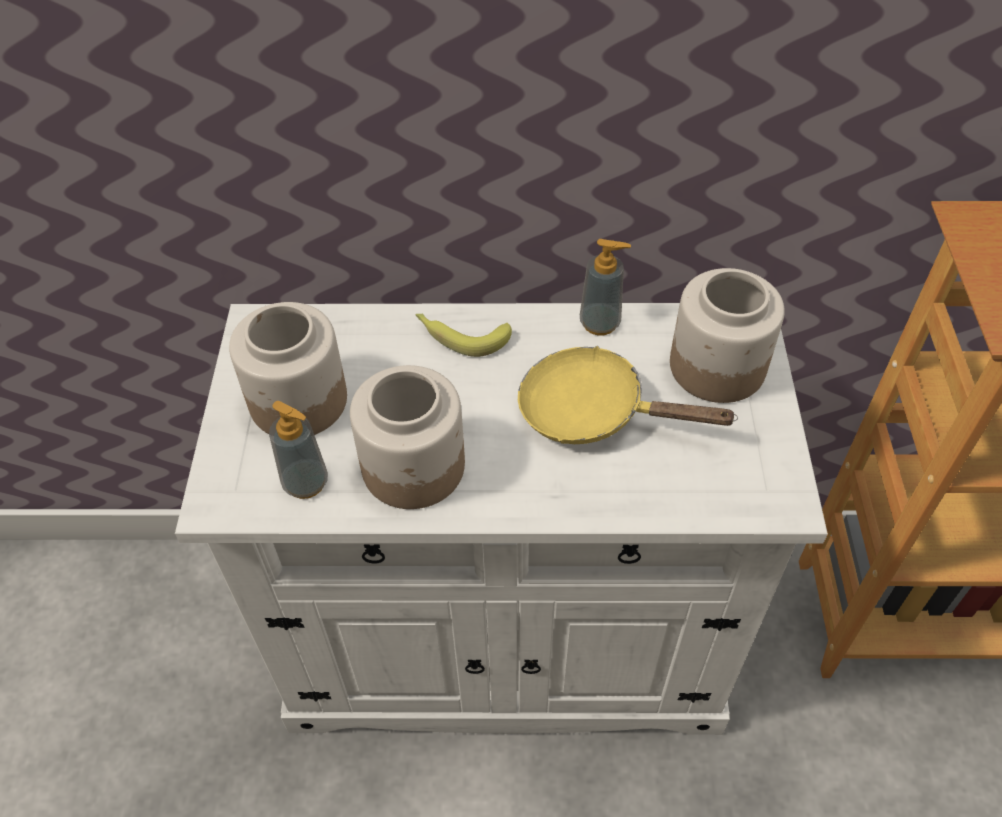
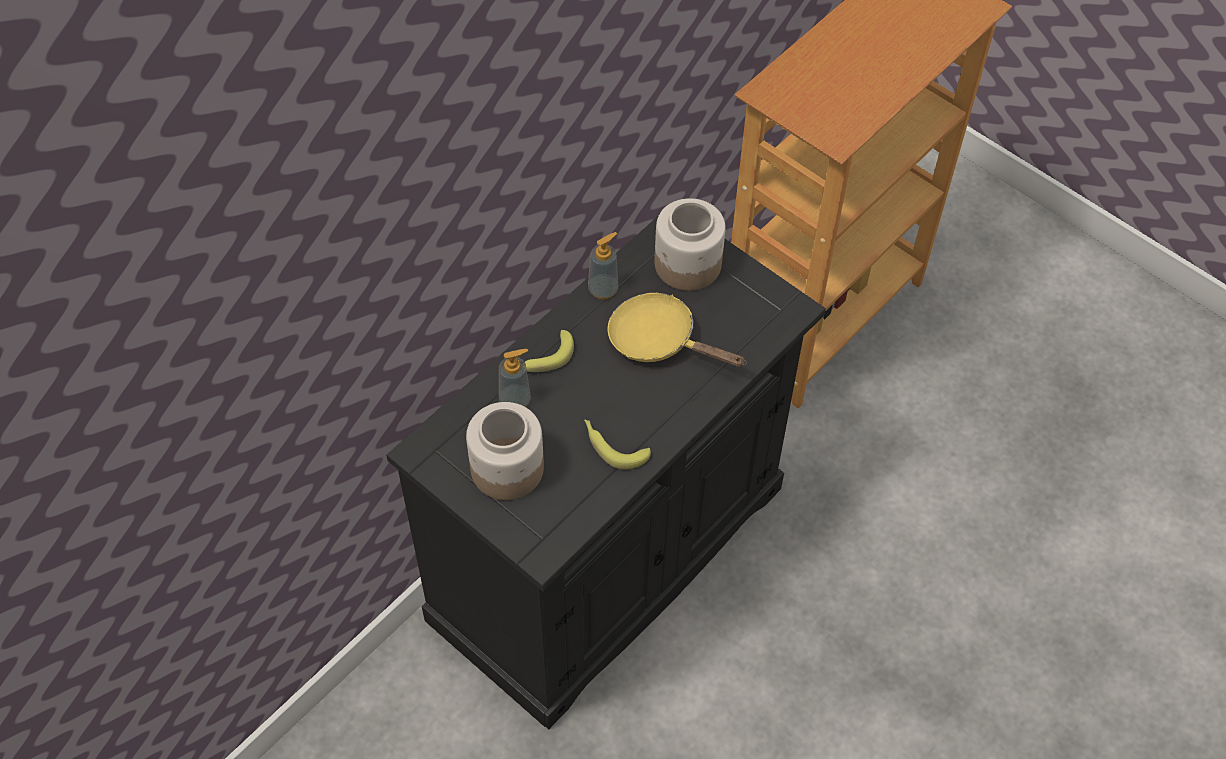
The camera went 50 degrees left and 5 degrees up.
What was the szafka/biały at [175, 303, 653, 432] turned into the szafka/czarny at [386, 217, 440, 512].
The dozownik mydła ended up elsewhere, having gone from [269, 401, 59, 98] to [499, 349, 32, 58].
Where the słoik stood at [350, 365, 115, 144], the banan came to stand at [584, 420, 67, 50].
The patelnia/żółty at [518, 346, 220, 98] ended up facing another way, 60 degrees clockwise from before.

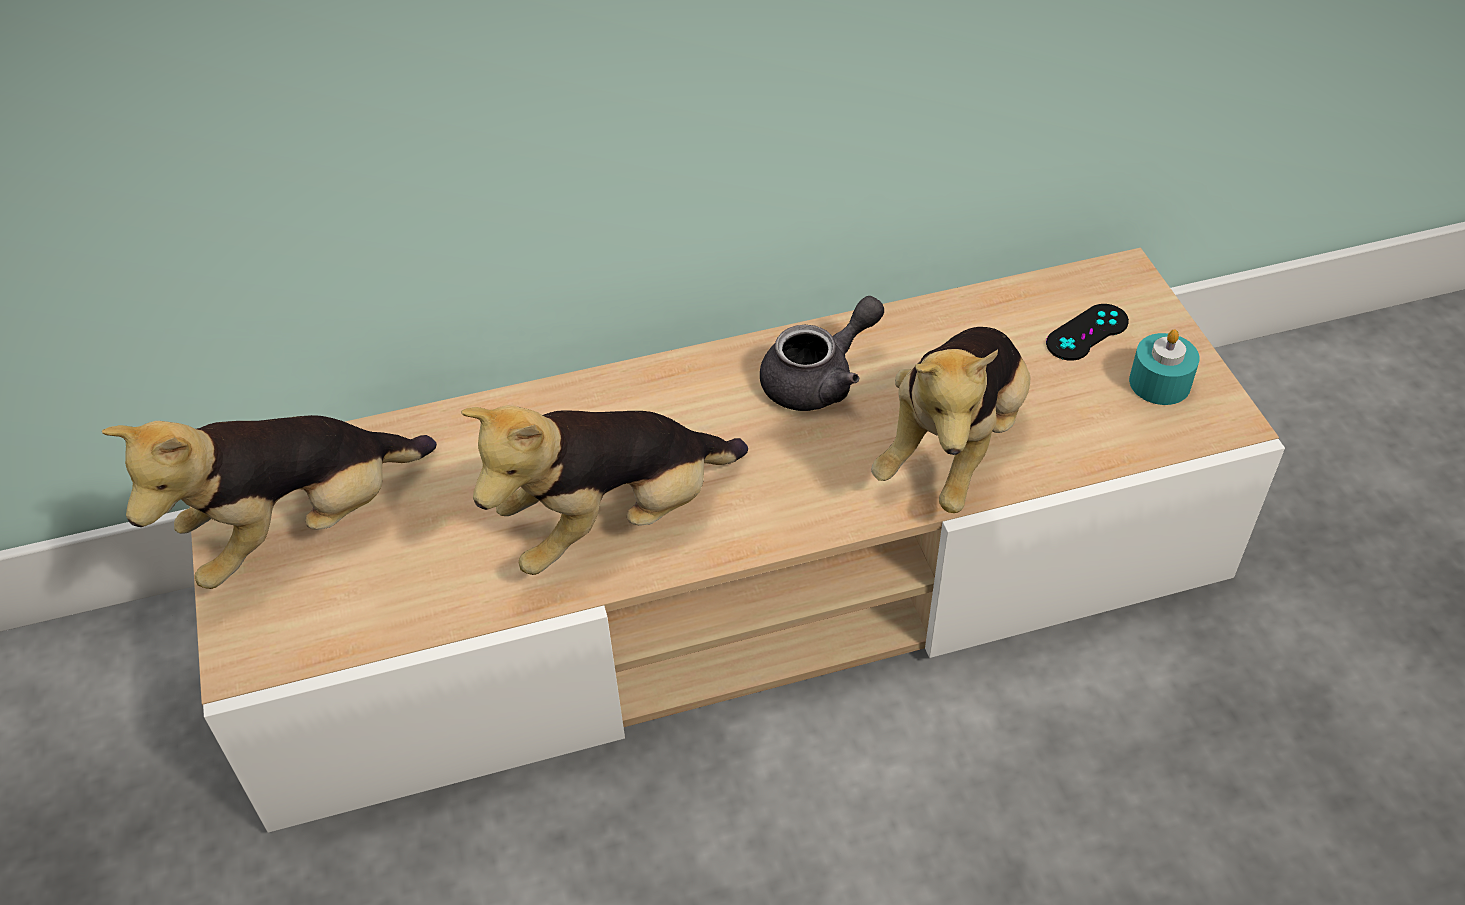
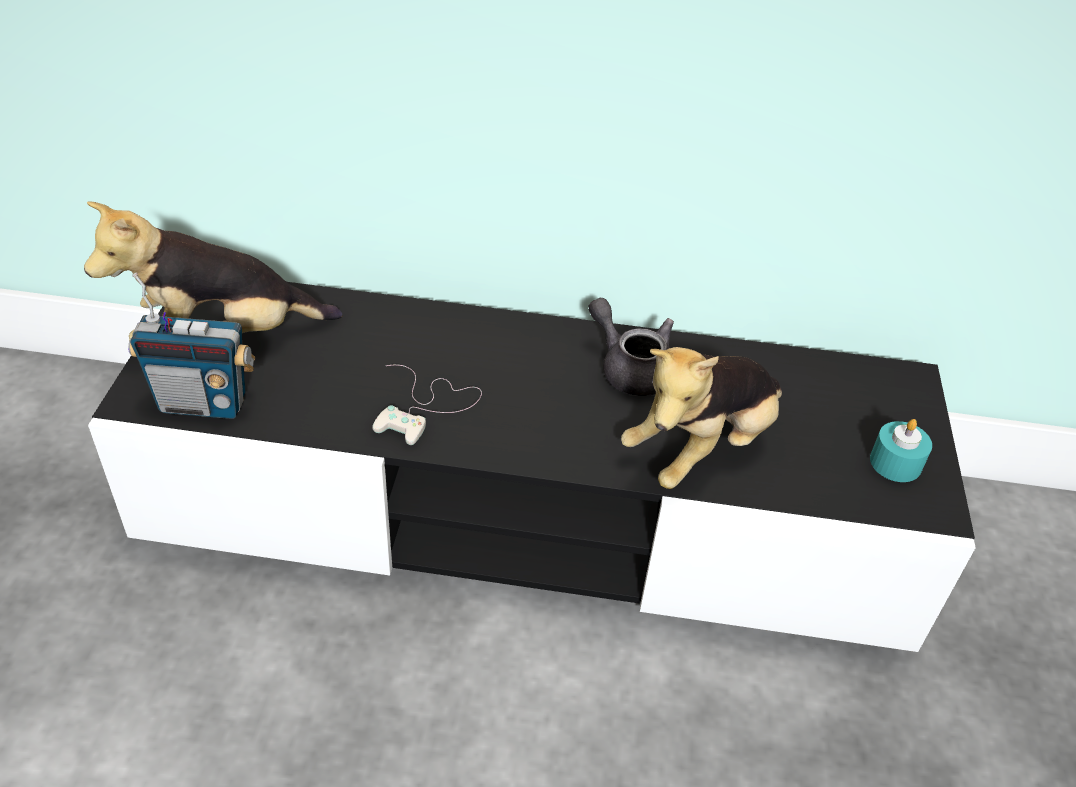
The camera went 20 degrees right and 5 degrees down.
What was the szafka pod telewizor/beżowy at [190, 248, 1095, 585] turned into the szafka pod telewizor/czarny at [88, 282, 888, 370].
Where the pluszak stood at [461, 405, 287, 170], the pad do gier/biały came to stand at [372, 365, 110, 80].
The imbryk/szary at [760, 296, 124, 115] ended up facing another way, 120 degrees counterclockwise from before.
The second view lost the pad do gier/czarny at [1046, 304, 83, 56].
The second view gained the radio at [128, 272, 127, 147].

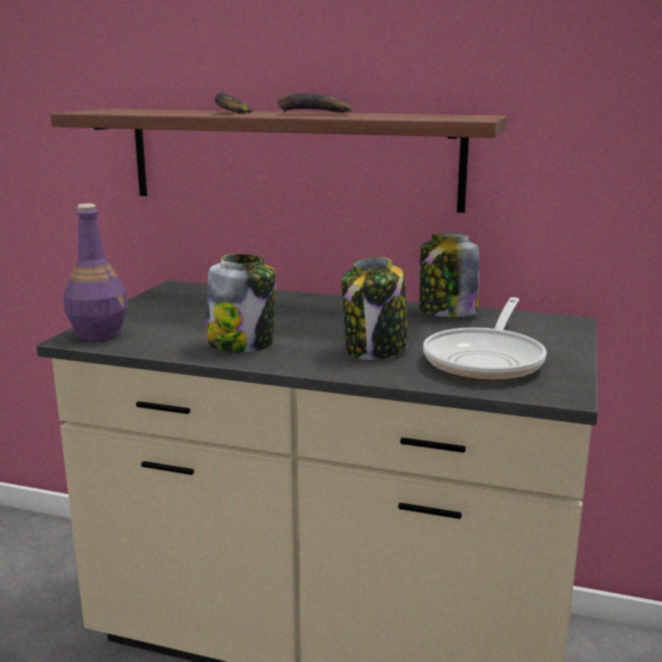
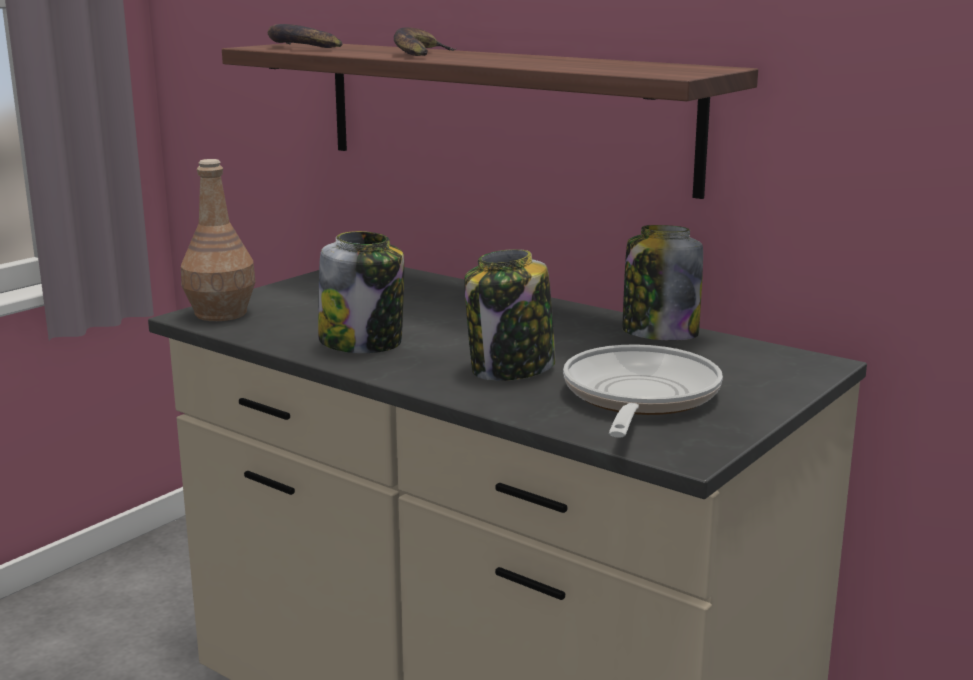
The camera went 20 degrees right and 0 degrees up.
What was the butelka/fioletowy at [63, 204, 65, 137] turned into the butelka/brązowy at [181, 159, 74, 162].
The banan ended up elsewhere, having gone from [277, 93, 75, 20] to [268, 24, 74, 24].
The patelnia at [423, 297, 124, 84] ended up facing another way, 150 degrees clockwise from before.

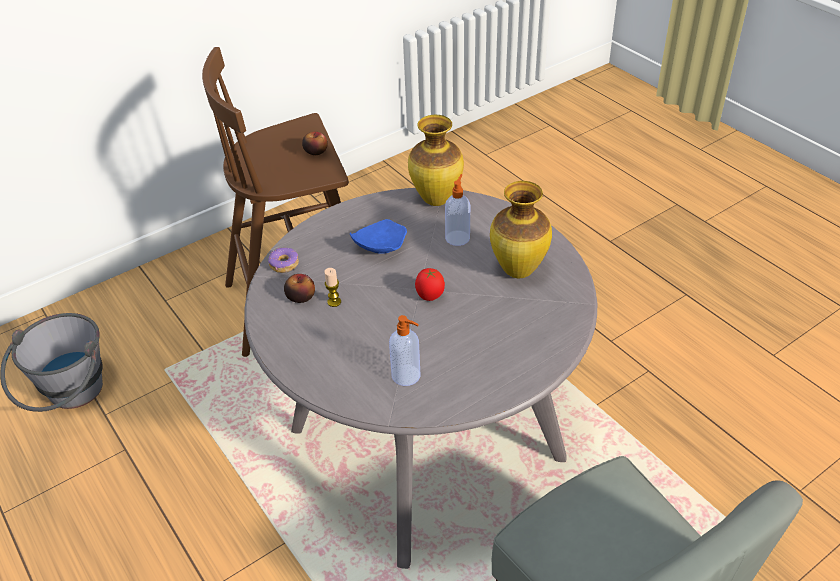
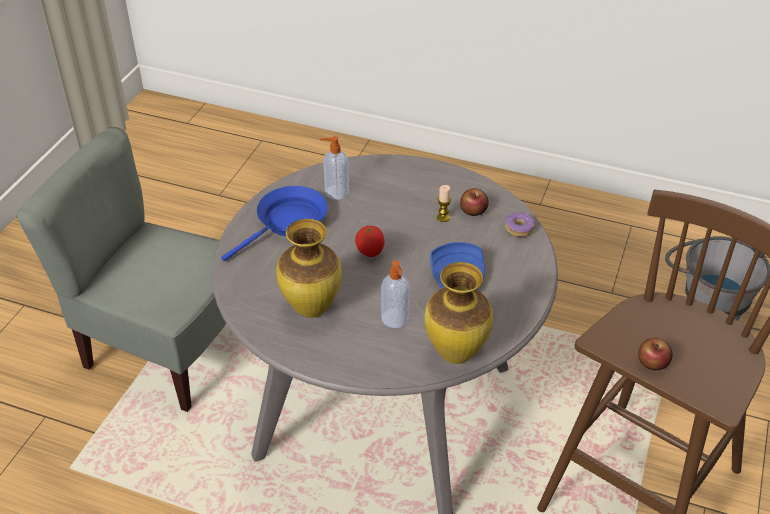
The camera went 145 degrees right and 0 degrees up.
The second view gained the patelnia/niebieski at [221, 186, 107, 75].

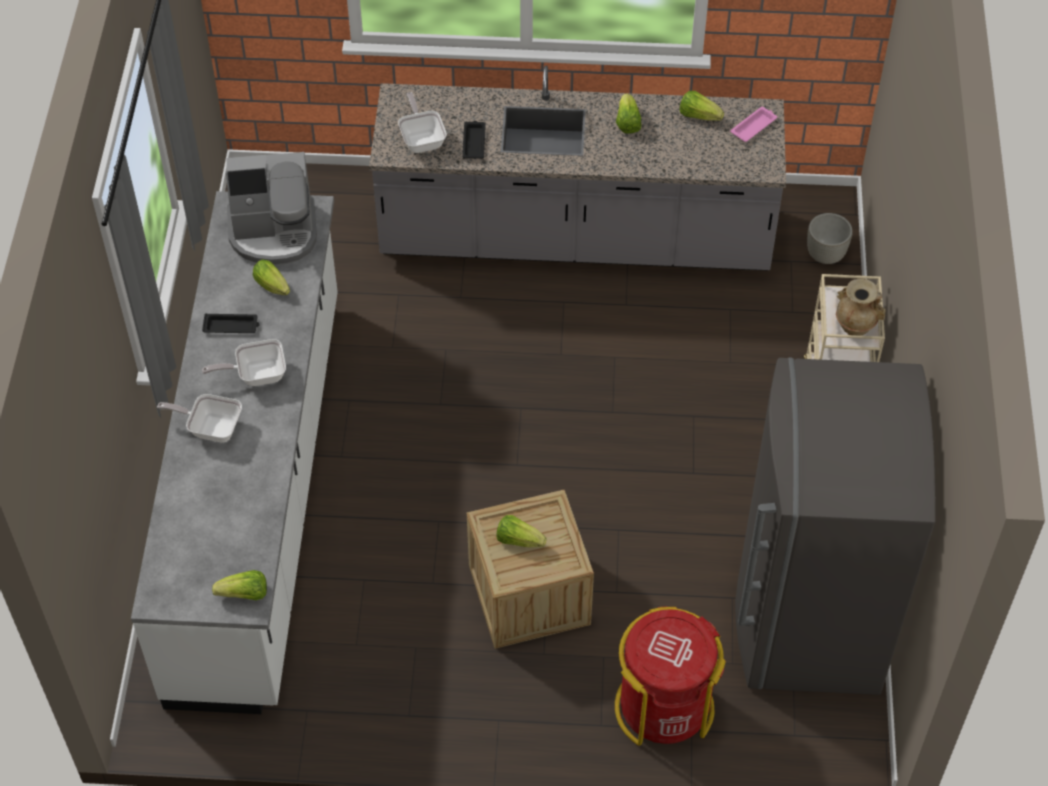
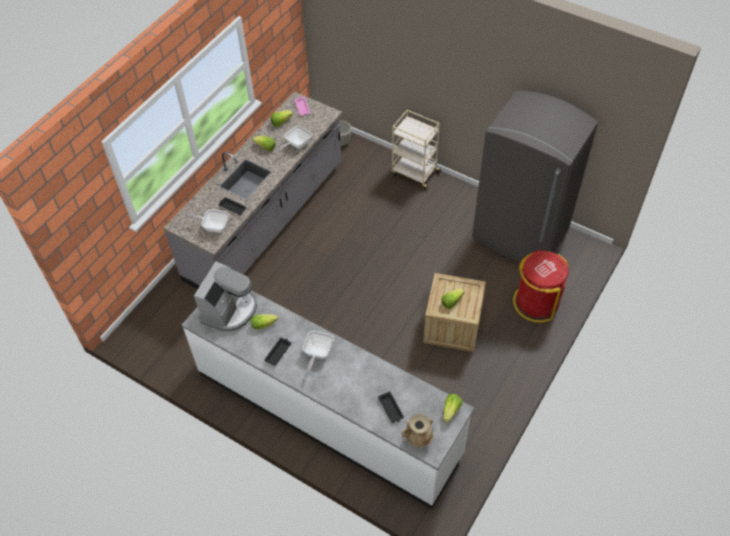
The camera went 60 degrees left and 0 degrees up.
The patelnia ended up elsewhere, having gone from [157, 394, 85, 48] to [278, 125, 34, 27].
The wazon/beżowy ended up elsewhere, having gone from [836, 278, 50, 58] to [402, 414, 31, 33].
The second view gained the taca/czarny at [378, 391, 26, 32].

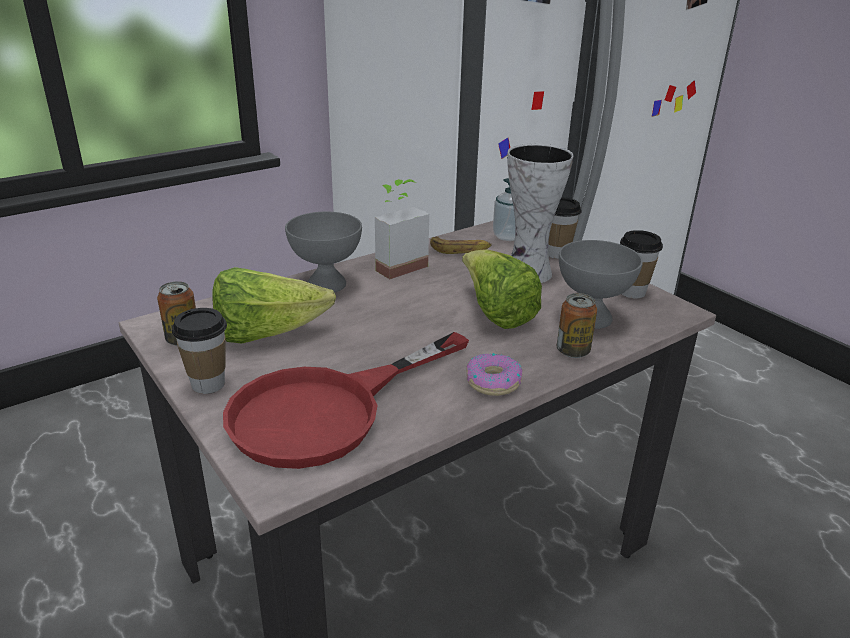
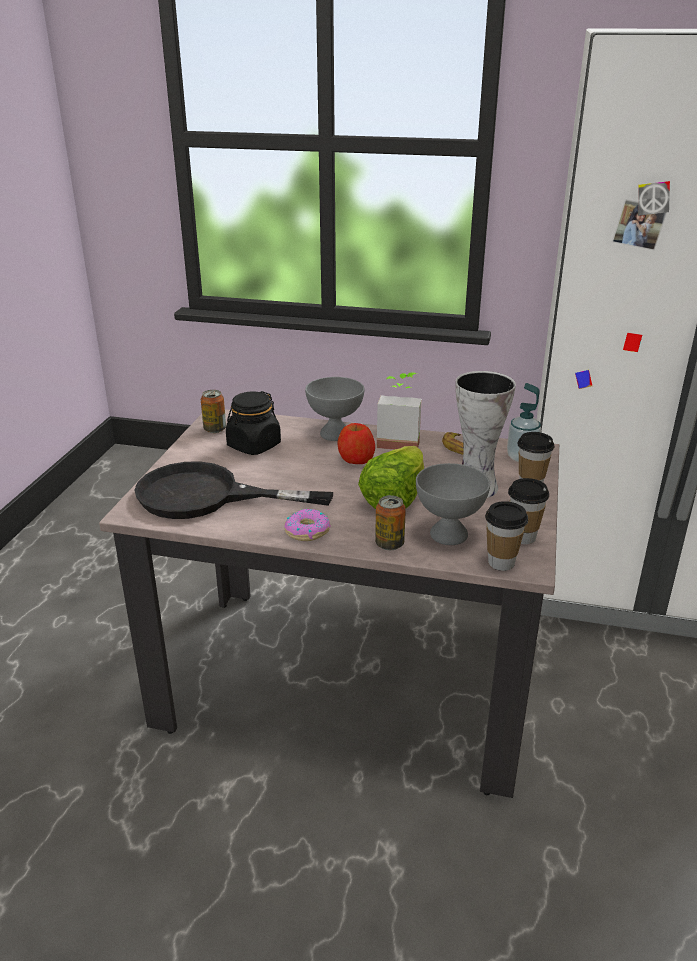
The camera went 50 degrees right and 0 degrees up.
The filiżanka ended up elsewhere, having gone from [172, 308, 55, 86] to [485, 501, 43, 70].
Where the sałata stood at [212, 267, 124, 77], the słoik/czarny came to stand at [226, 391, 55, 64].
What was the patelnia/czerwony at [223, 332, 246, 137] turned into the patelnia/czarny at [135, 462, 198, 57].
The second view gained the jabłko at [337, 423, 38, 41].

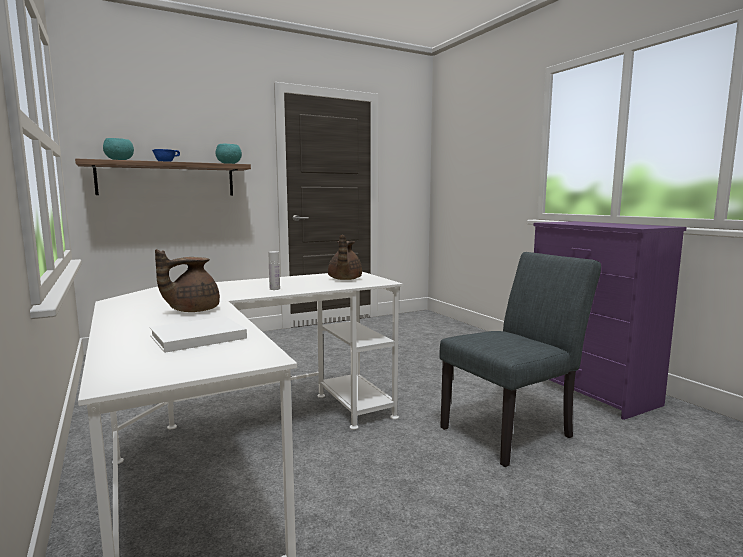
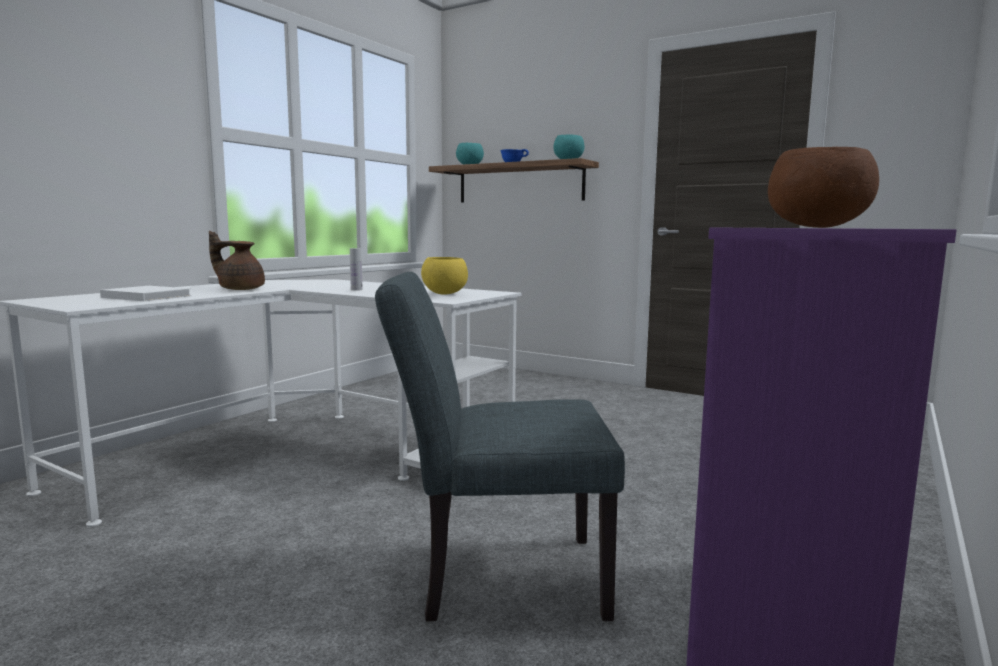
The camera went 60 degrees right and 0 degrees up.
Where the imbryk/brązowy stood at [328, 235, 34, 45], the miska/żółty came to stand at [421, 257, 47, 38].
The krzesło/szary at [439, 252, 162, 215] ended up facing another way, 150 degrees clockwise from before.
The second view gained the miska/brązowy at [768, 147, 111, 81].

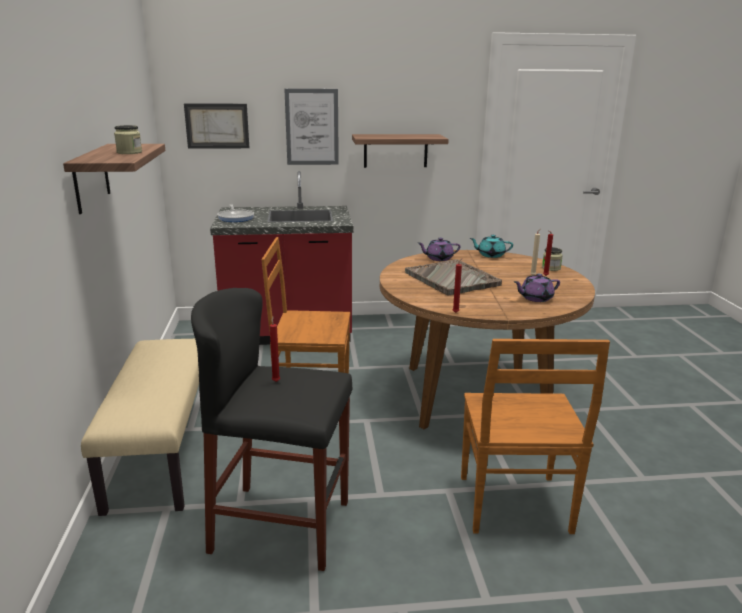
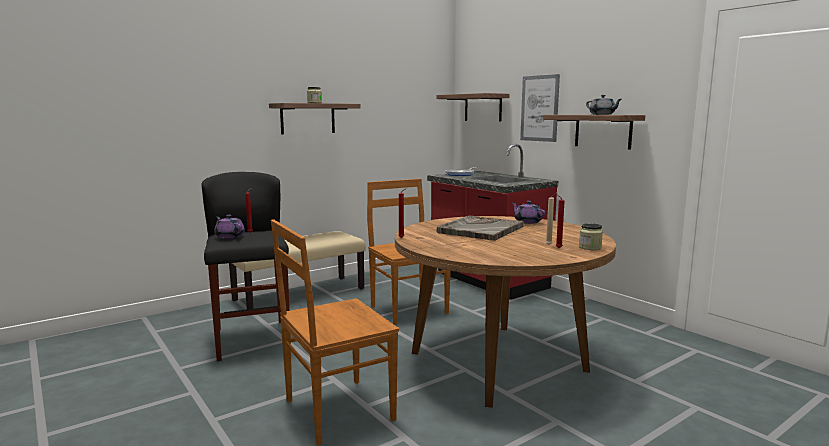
The camera went 60 degrees right and 10 degrees down.
Where the obraz hung at [184, 103, 65, 46], the półka came to hang at [437, 93, 73, 29].
The second view lost the imbryk/turkusowy at [470, 235, 43, 23].
The imbryk/fioletowy ended up elsewhere, having gone from [514, 274, 46, 28] to [214, 215, 31, 24].
The second view gained the imbryk/szary at [586, 95, 35, 20].

